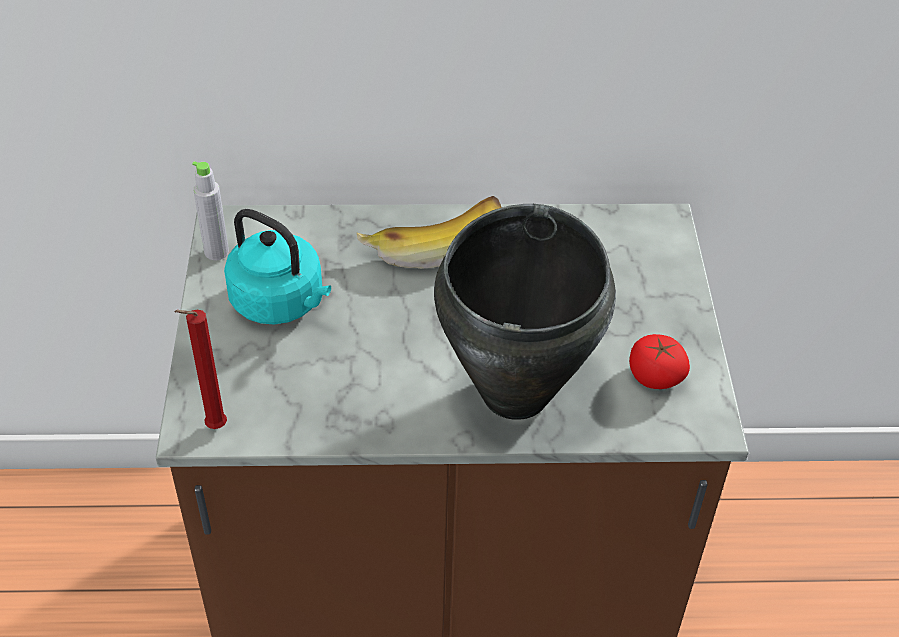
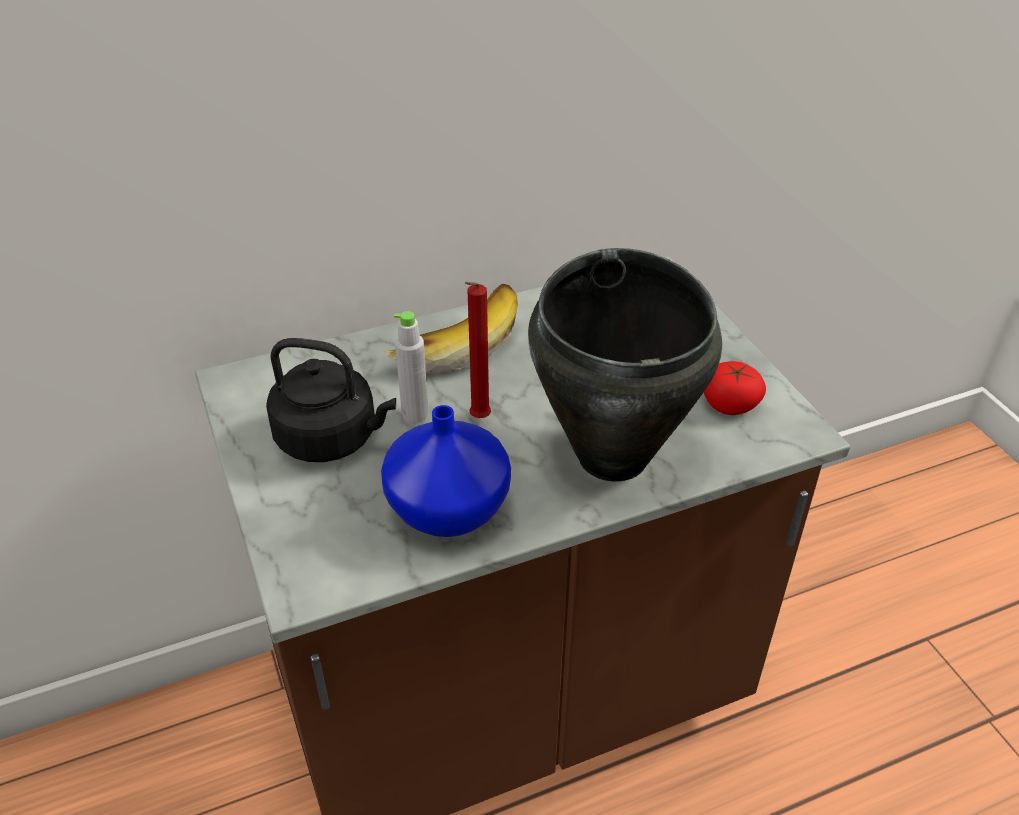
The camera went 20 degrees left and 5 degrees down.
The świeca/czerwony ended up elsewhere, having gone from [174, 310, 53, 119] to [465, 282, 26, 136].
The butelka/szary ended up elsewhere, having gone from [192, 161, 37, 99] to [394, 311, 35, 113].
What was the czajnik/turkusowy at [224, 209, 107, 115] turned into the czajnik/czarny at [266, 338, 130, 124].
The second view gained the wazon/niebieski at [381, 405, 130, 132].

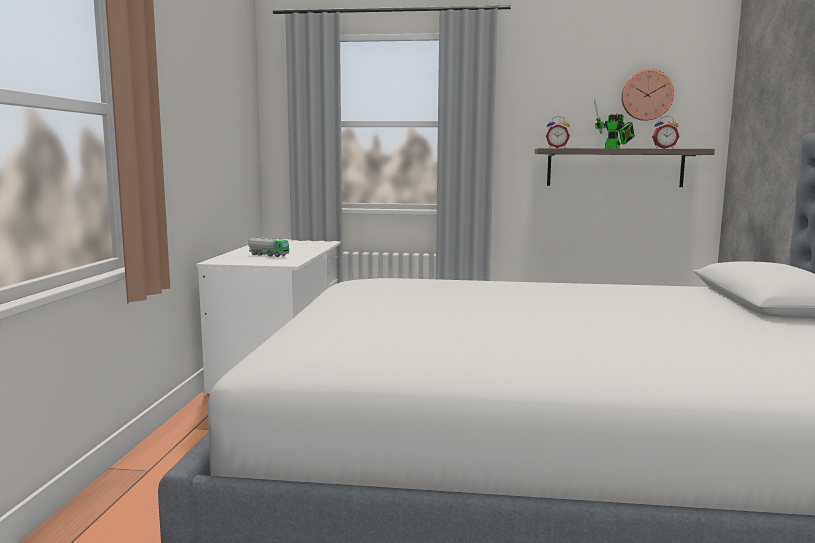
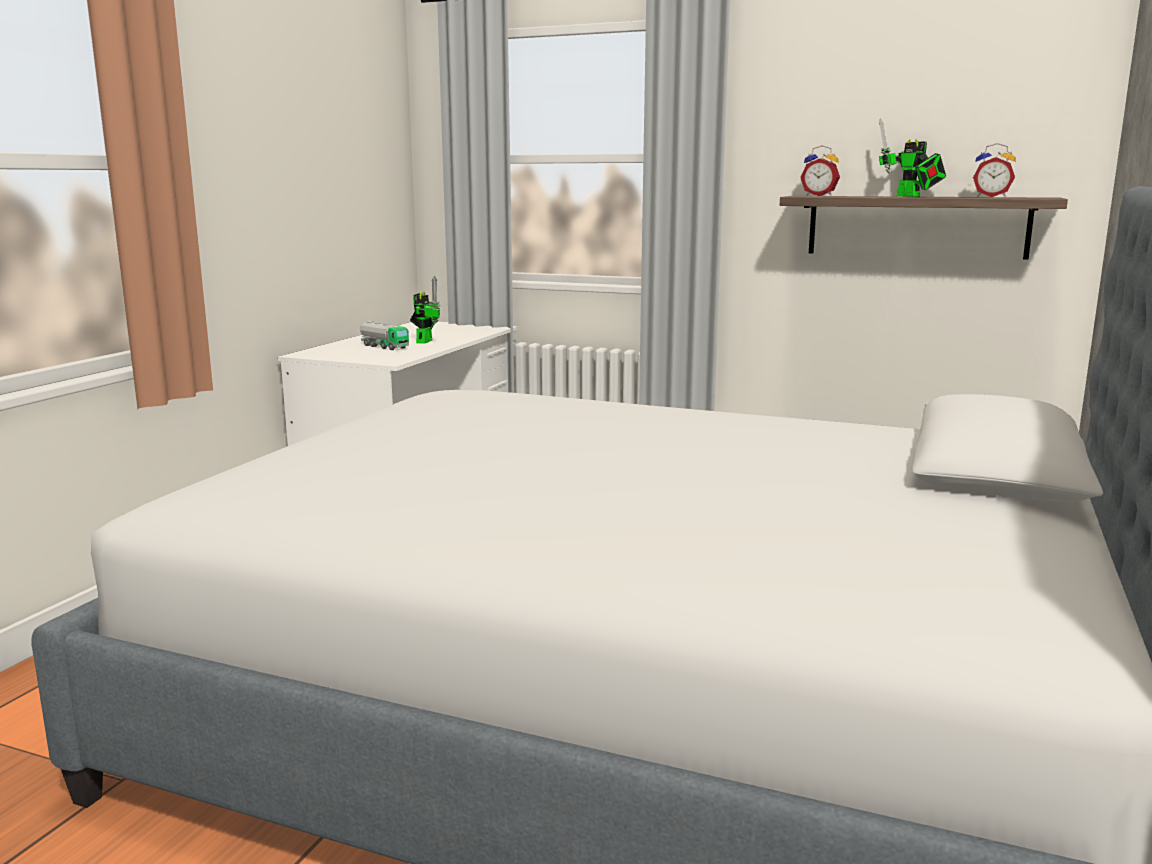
The camera went 15 degrees right and 5 degrees up.
The second view lost the zegar ścienny at [621, 69, 53, 52].
The second view gained the robot zabawkowy at [410, 276, 31, 68].

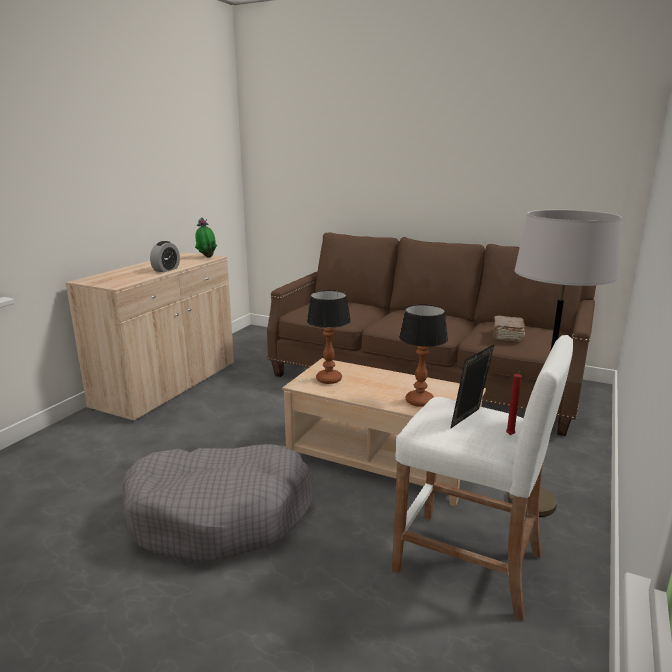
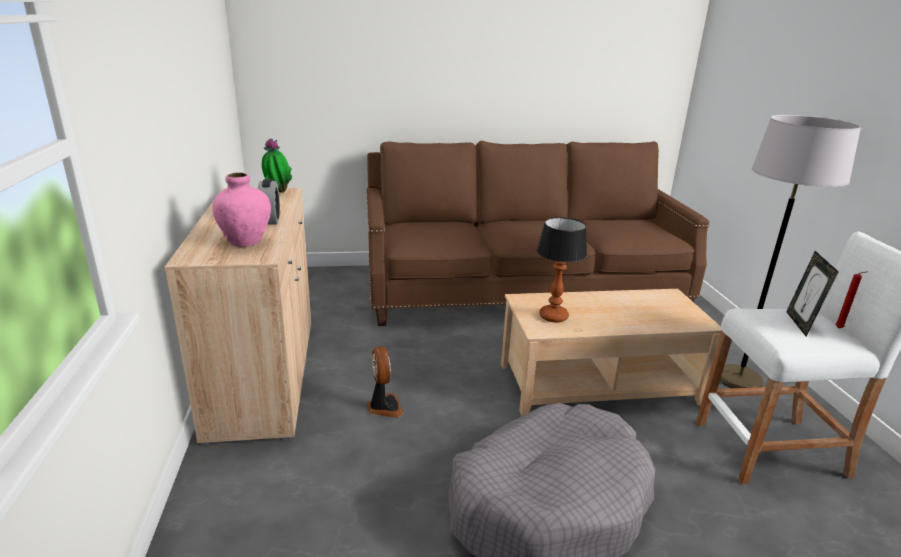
The camera went 35 degrees left and 5 degrees up.
The second view lost the lampa stołowa at [399, 304, 49, 103].
The second view lost the książka/brązowy at [493, 316, 32, 26].
The second view gained the wazon/różowy at [212, 172, 59, 75].
The second view gained the wentylator at [367, 346, 36, 71].

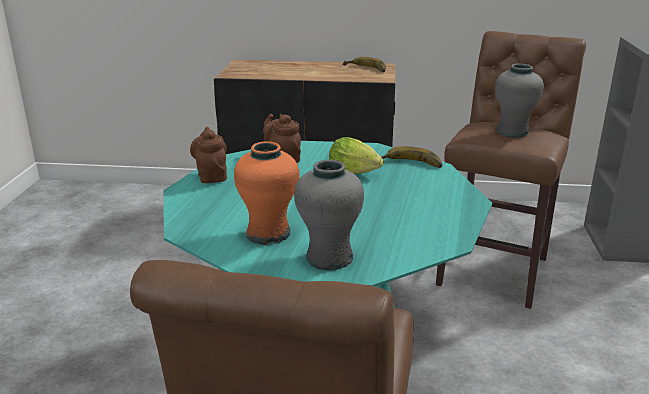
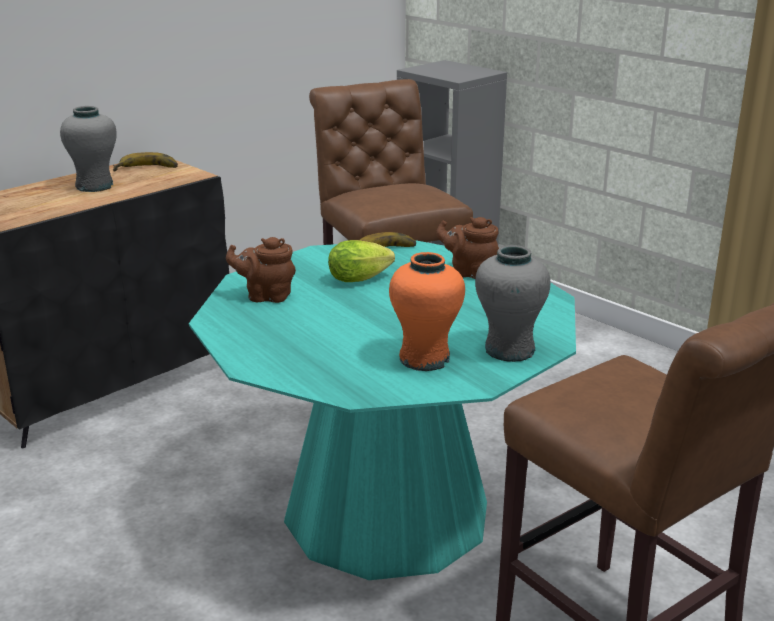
The camera went 50 degrees left and 0 degrees up.
The imbryk/brązowy ended up elsewhere, having gone from [190, 127, 37, 56] to [436, 217, 63, 62].
The wazon/szary ended up elsewhere, having gone from [495, 63, 49, 75] to [60, 106, 57, 86].

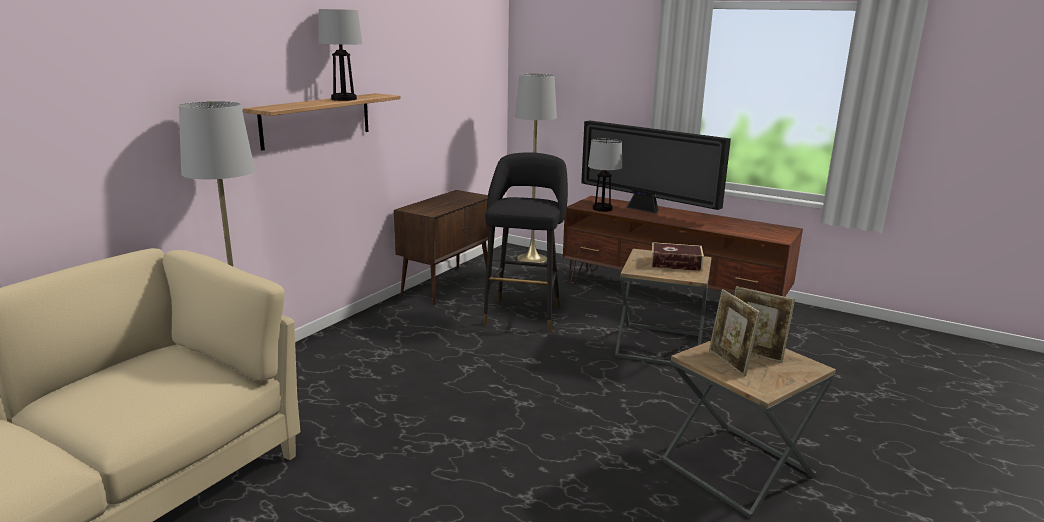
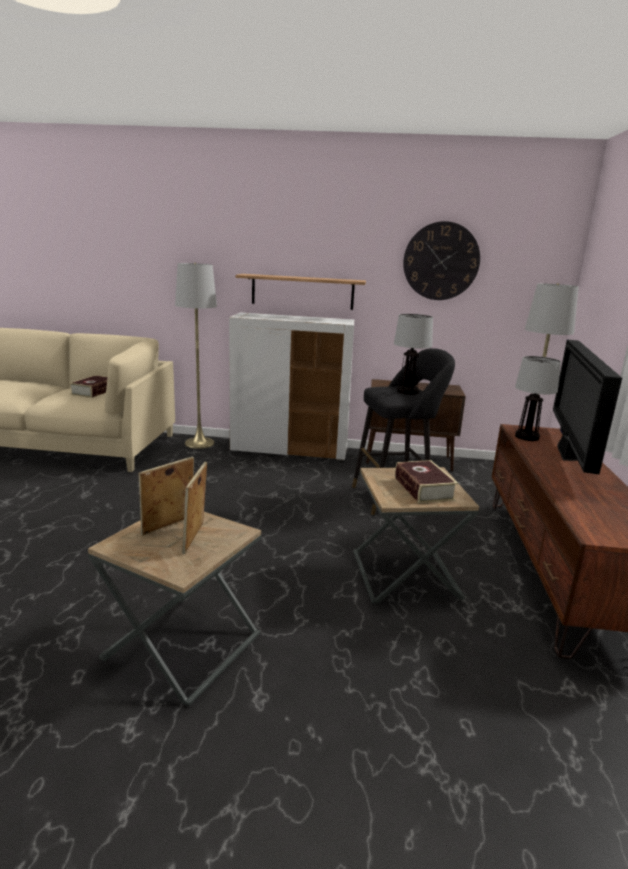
The camera went 65 degrees right and 0 degrees up.
The lampa stołowa ended up elsewhere, having gone from [318, 9, 44, 92] to [394, 314, 39, 81].
The second view gained the książka at [69, 375, 38, 23].
The second view gained the szafka/biały at [229, 313, 125, 148].
The second view gained the zegar ścienny at [403, 221, 77, 79].

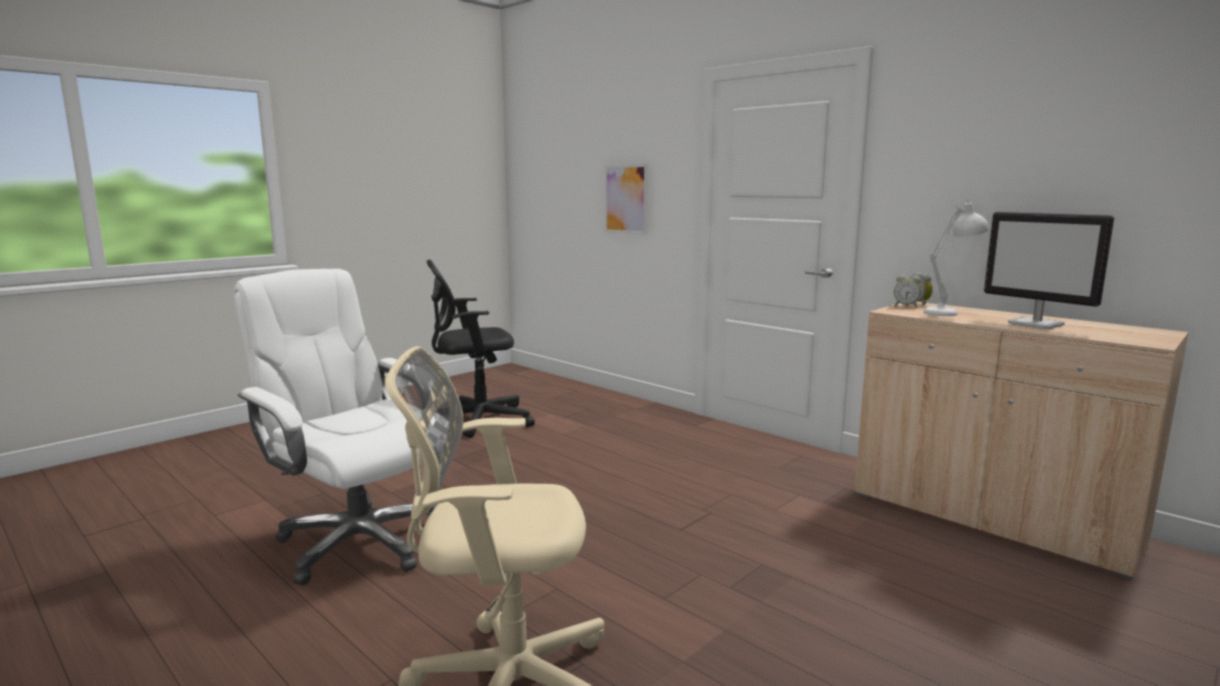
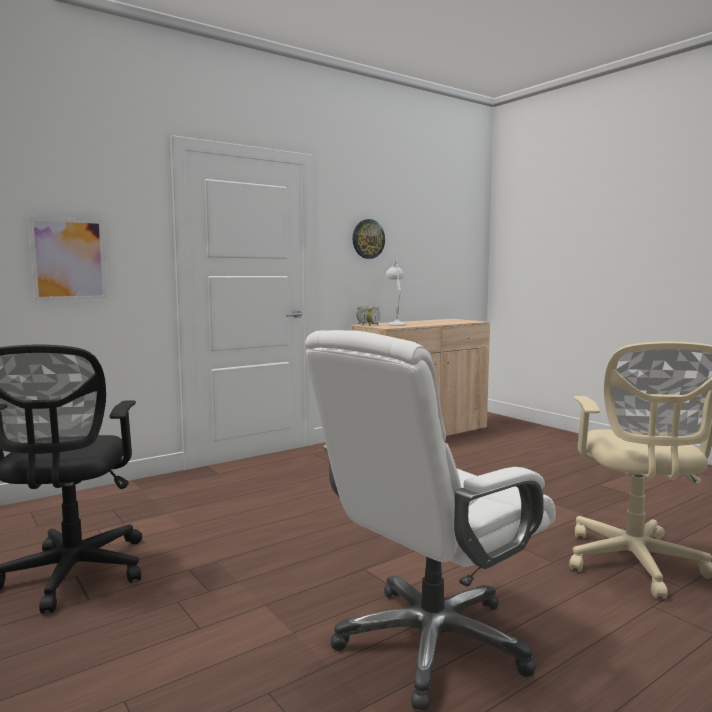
The camera went 80 degrees left and 5 degrees down.
The second view lost the monitor at [984, 212, 130, 117].
The second view gained the zegar ścienny at [353, 219, 32, 40].

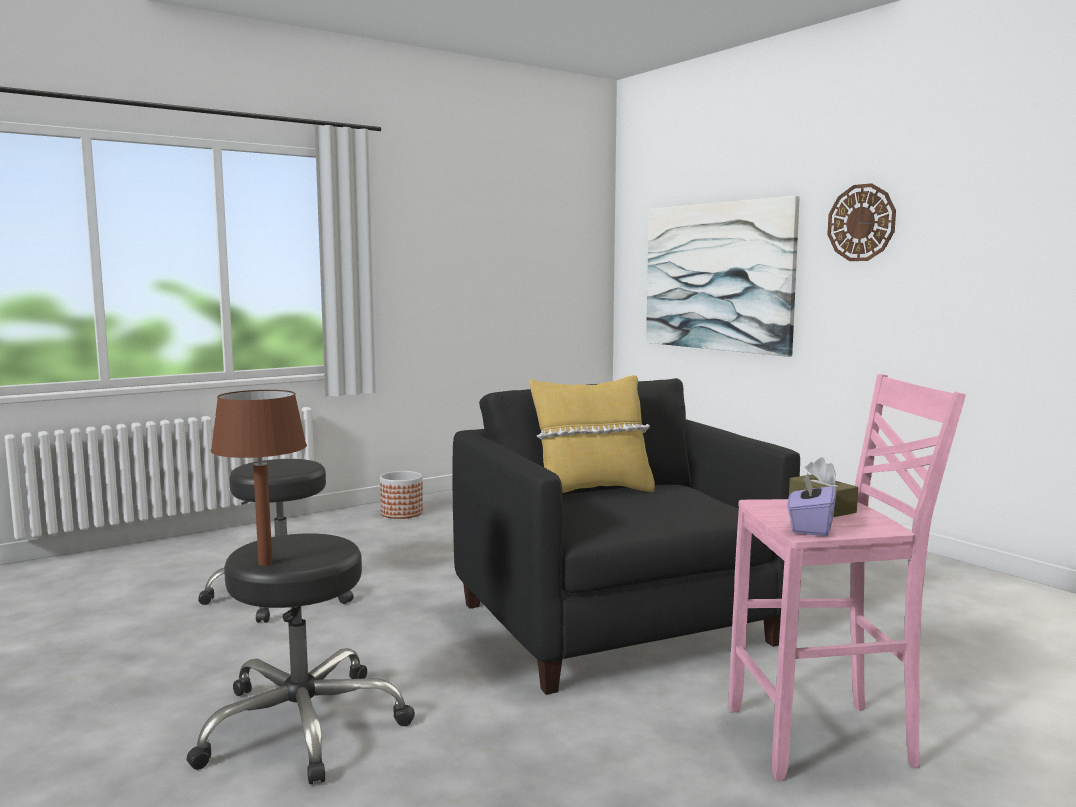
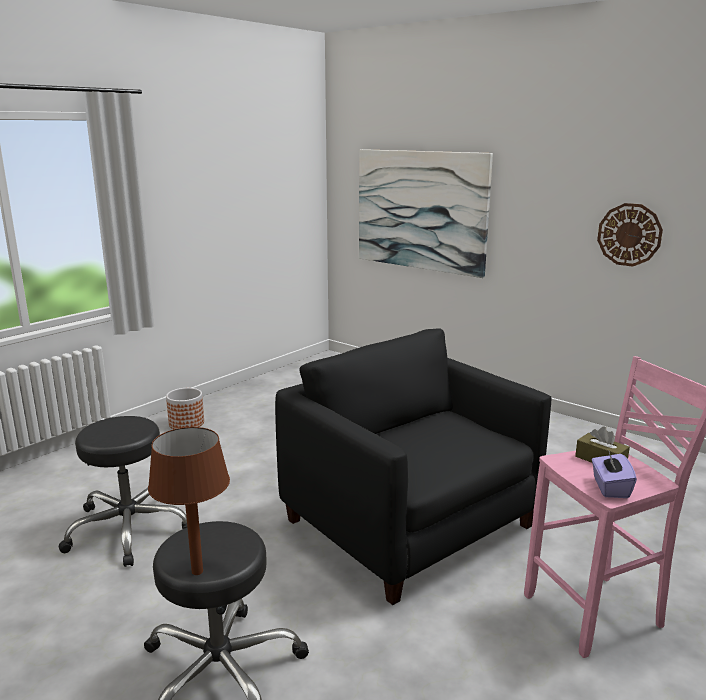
The camera went 15 degrees left and 10 degrees up.
The second view lost the poduszka/żółty at [530, 375, 125, 118].
The zegar ścienny ended up elsewhere, having gone from [827, 183, 69, 78] to [597, 203, 66, 64].

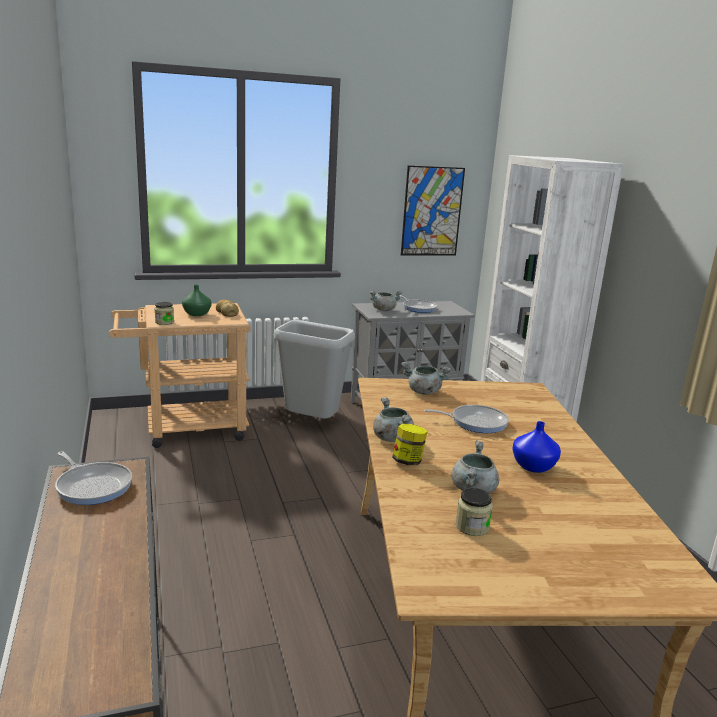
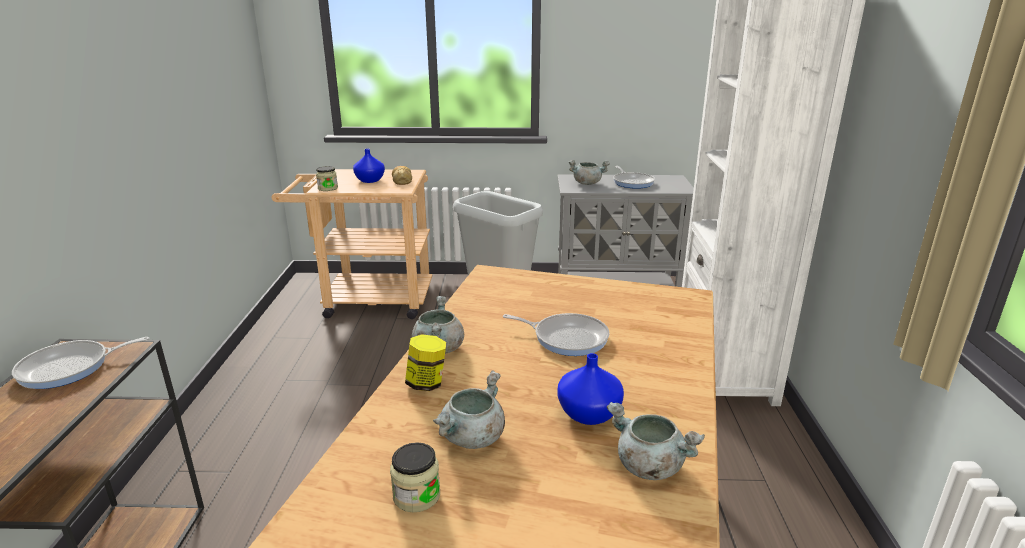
The camera went 20 degrees right and 5 degrees up.
The patelnia at [55, 451, 77, 54] ended up facing another way, 90 degrees clockwise from before.
What was the wazon/zielony at [182, 285, 30, 31] turned into the wazon/niebieski at [353, 149, 32, 34].
The second view lost the obraz at [401, 166, 64, 90].
The garnek/szary ended up elsewhere, having gone from [401, 362, 50, 33] to [607, 402, 98, 78].

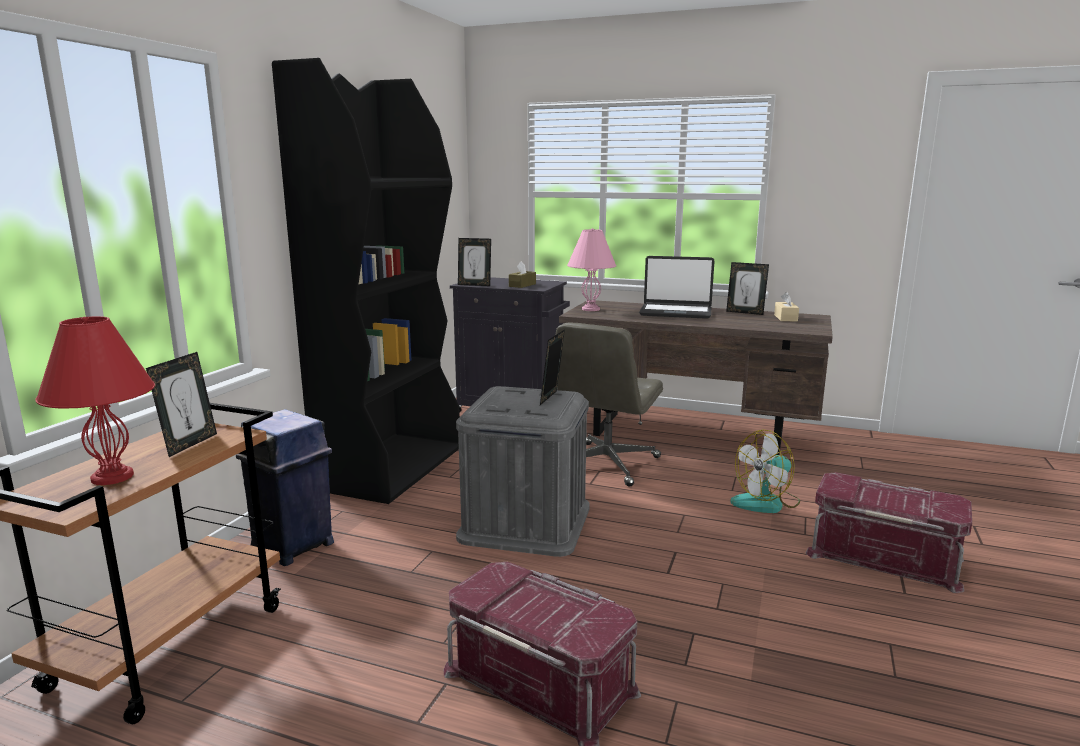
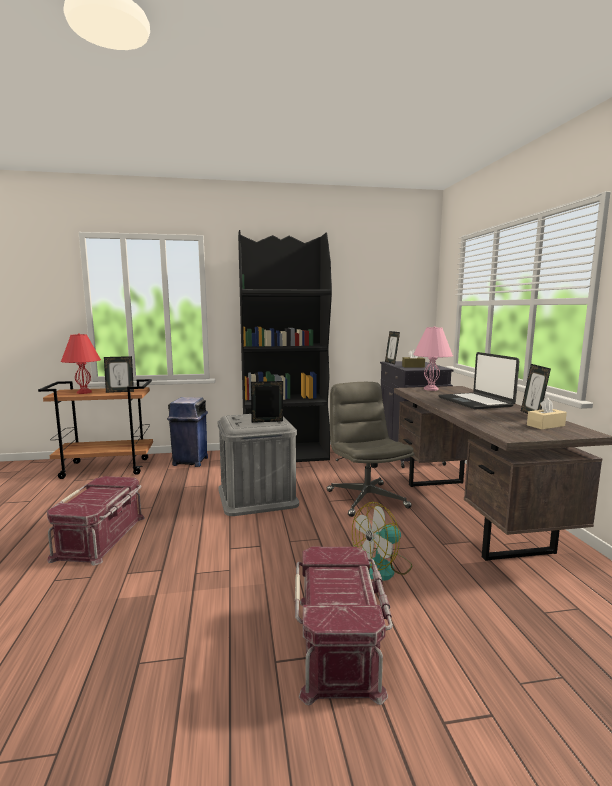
The camera went 60 degrees right and 5 degrees down.
The krzesło biurowe/szary at [556, 323, 107, 164] ended up facing another way, 75 degrees clockwise from before.
The wentylator at [730, 430, 70, 83] ended up facing another way, 60 degrees counterclockwise from before.

